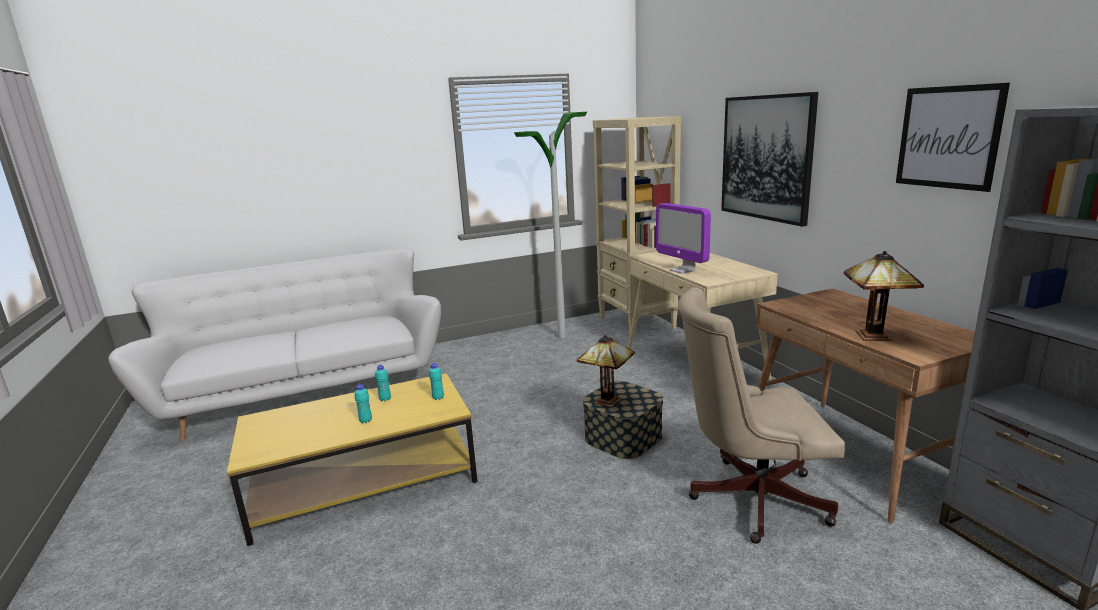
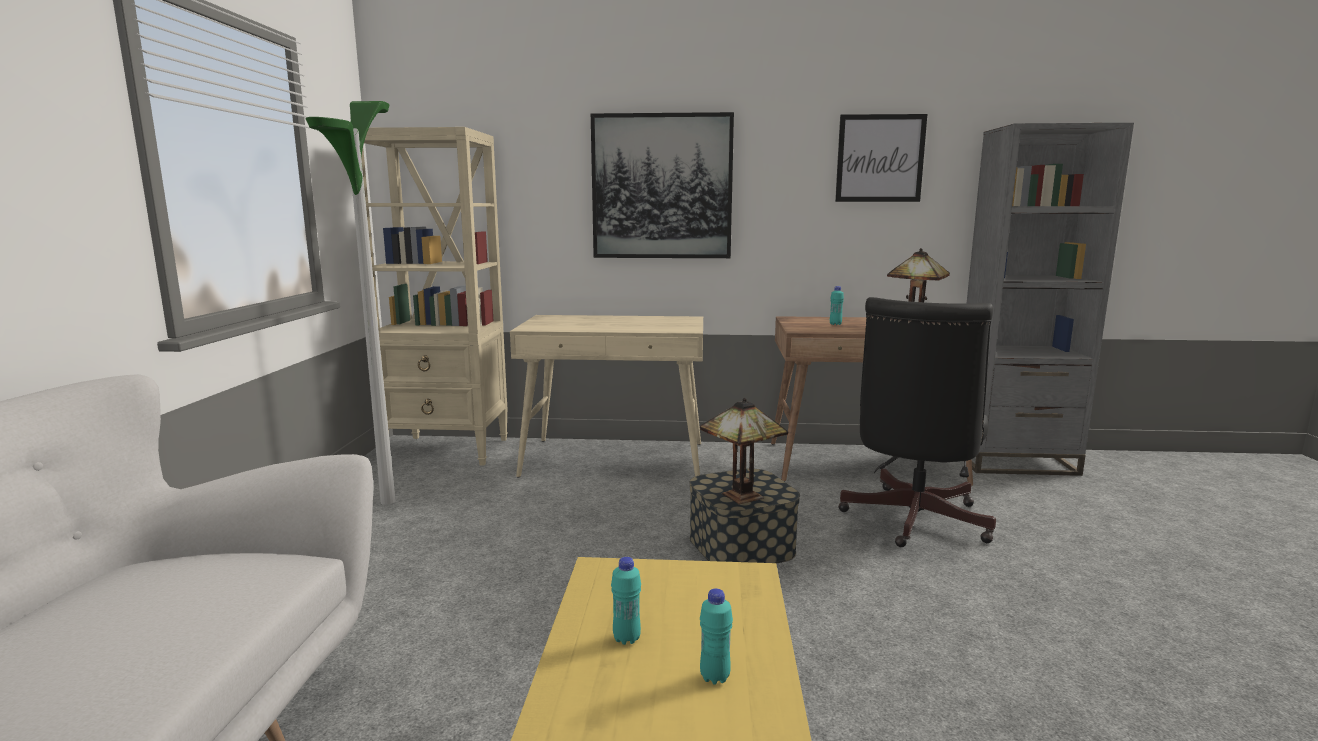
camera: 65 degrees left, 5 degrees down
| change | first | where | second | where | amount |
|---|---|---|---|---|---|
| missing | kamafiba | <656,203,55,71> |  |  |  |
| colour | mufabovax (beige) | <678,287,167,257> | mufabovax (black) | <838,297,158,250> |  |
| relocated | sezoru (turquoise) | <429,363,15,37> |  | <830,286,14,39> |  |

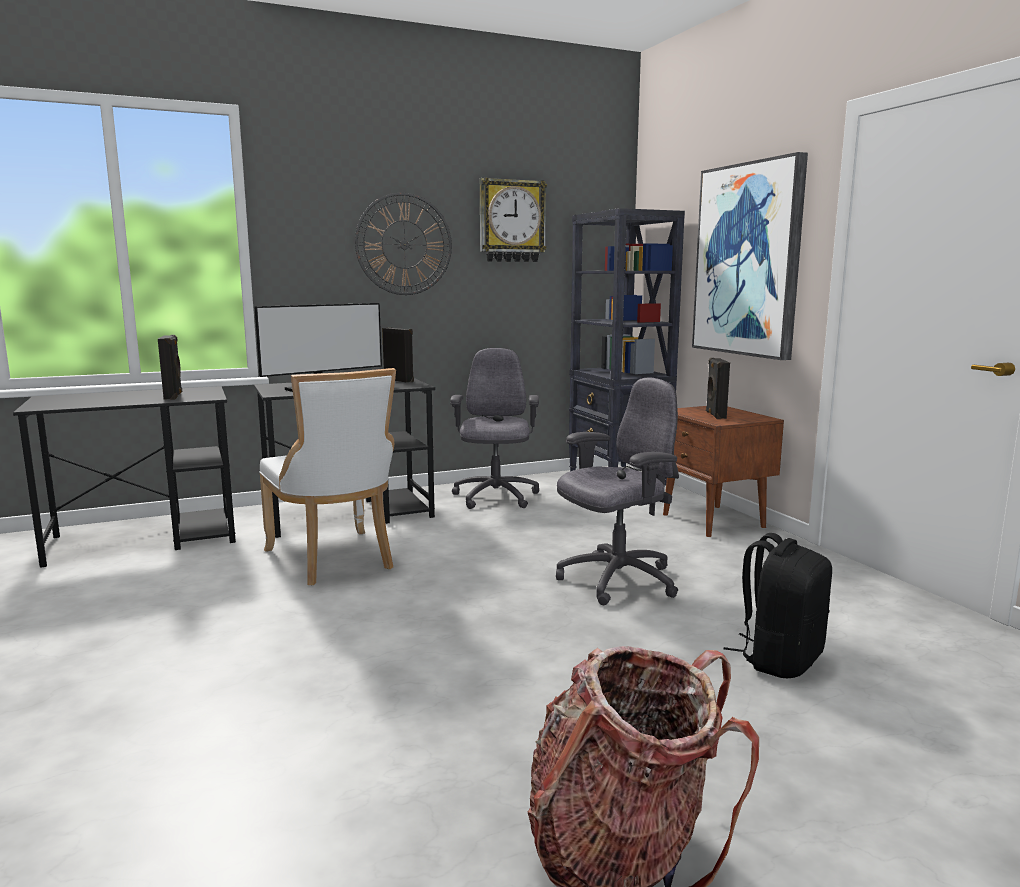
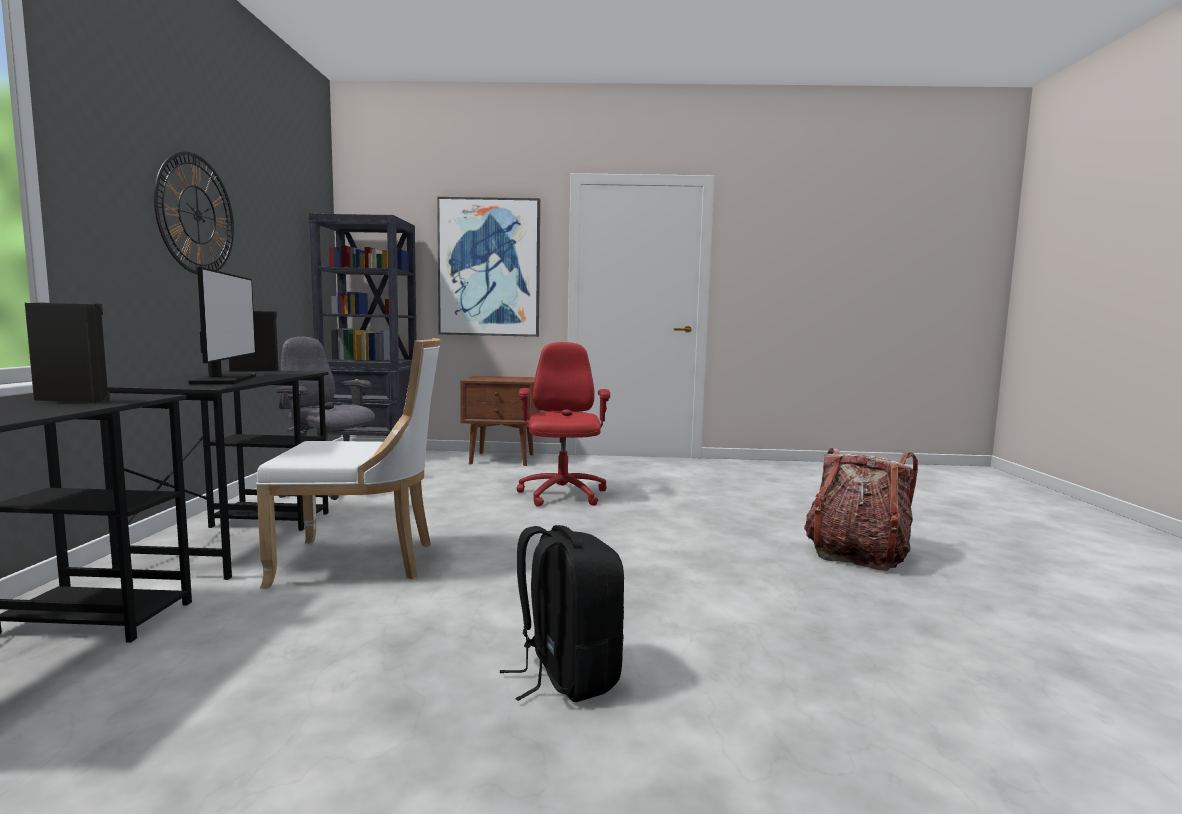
camera: 65 degrees left, 5 degrees down
| change | first | where | second | where | amount |
|---|---|---|---|---|---|
| missing | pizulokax | <480,178,67,84> |  |  |  |
| missing | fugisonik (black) | <706,358,24,61> |  |  |  |
| colour | mufabovax (grey) | <556,377,123,228> | mufabovax (red) | <517,342,93,165> |  |
| relocated | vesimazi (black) | <723,533,109,145> |  | <500,525,124,177> |  |

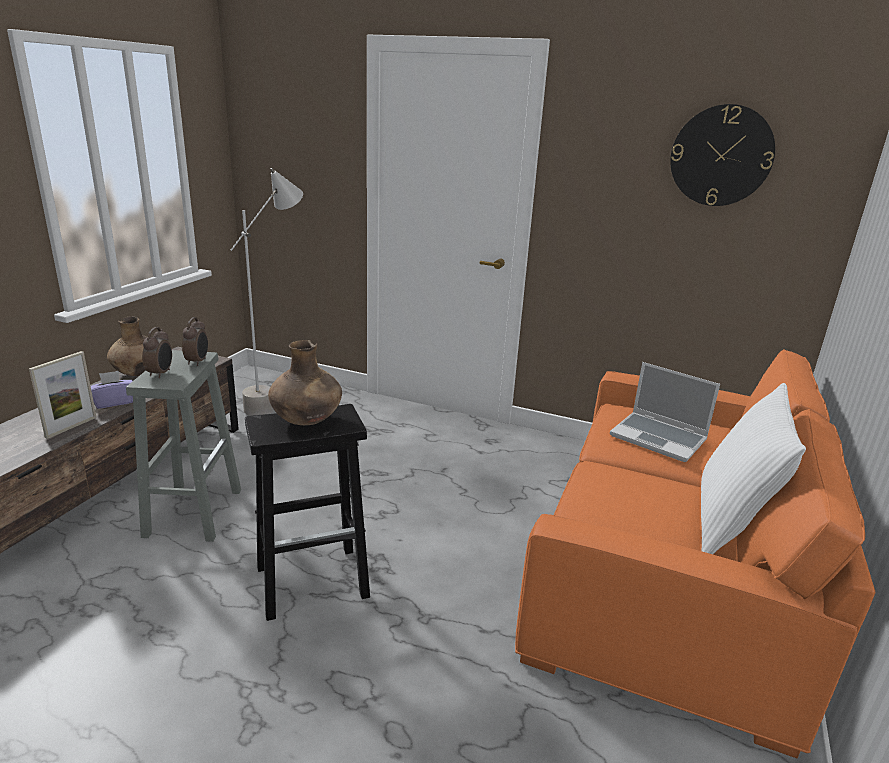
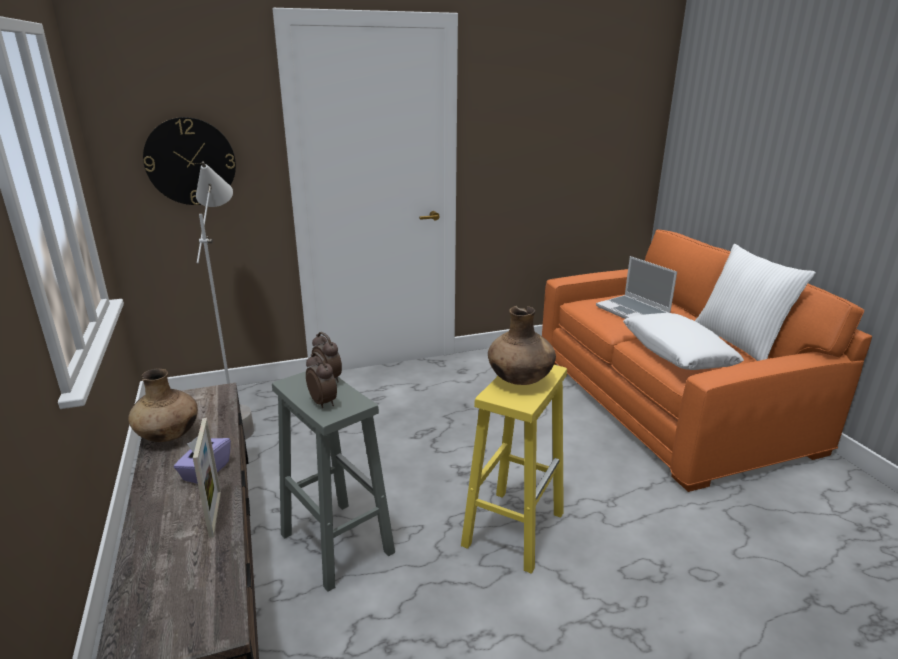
camera: 40 degrees left, 0 degrees up
| change | first | where | second | where | amount |
|---|---|---|---|---|---|
| relocated | pizulokax | <670,104,105,102> |  | <143,117,93,88> |  |
| spun | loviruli | <610,362,110,100> |  | <596,256,81,63> | 60 degrees clockwise |
| colour | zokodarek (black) | <245,404,125,217> | zokodarek (yellow) | <461,365,106,209> |  |
| appeared |  |  | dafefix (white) | <623,313,121,57> |  |

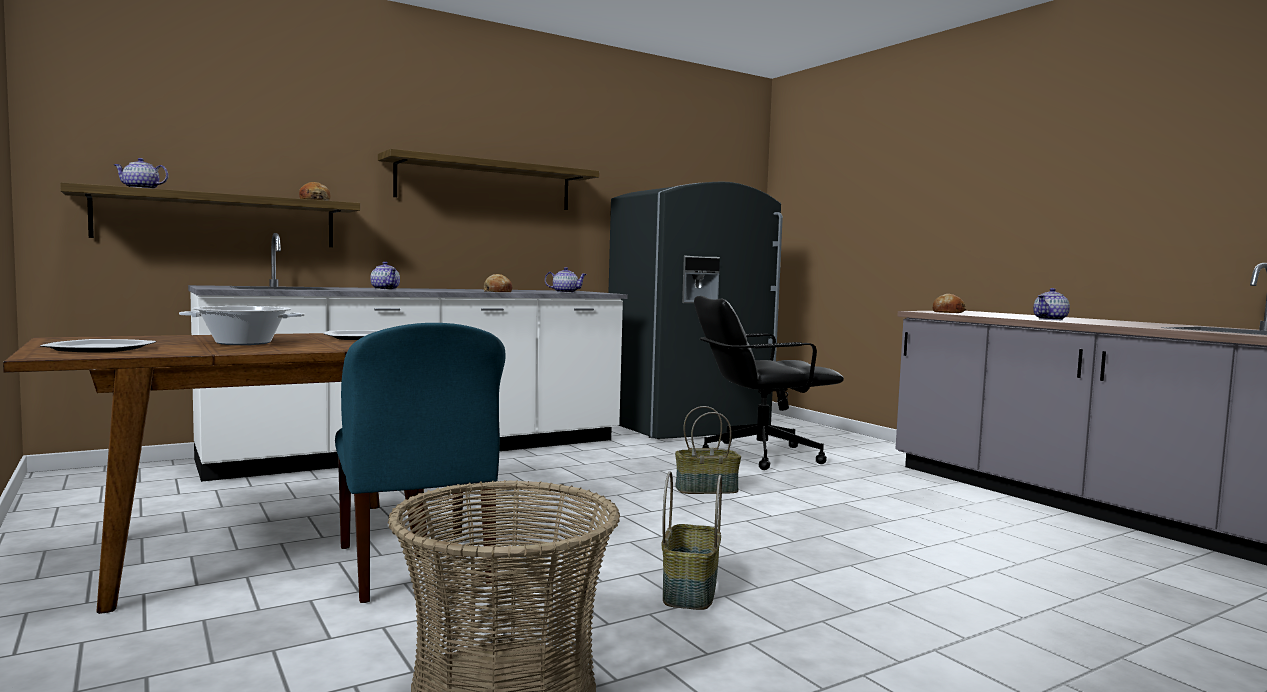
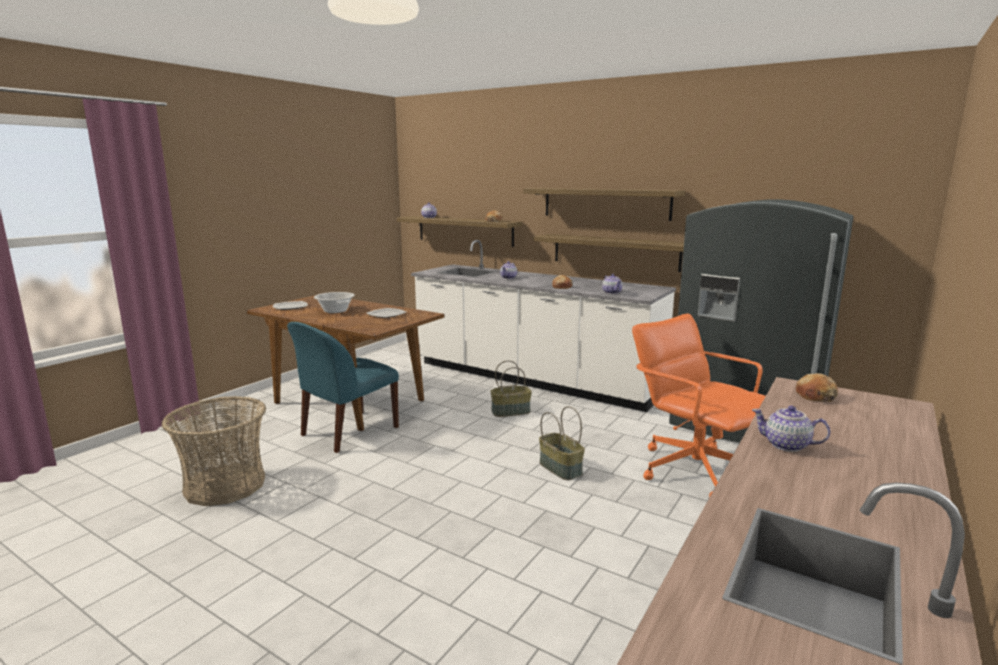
camera: 65 degrees right, 10 degrees up
| change | first | where | second | where | amount |
|---|---|---|---|---|---|
| colour | mufabovax (black) | <694,296,150,174> | mufabovax (orange) | <632,314,134,184> |  |
| relocated | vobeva | <662,471,60,139> |  | <491,360,41,57> |  |
| appeared |  |  | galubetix | <533,234,151,38> |  |

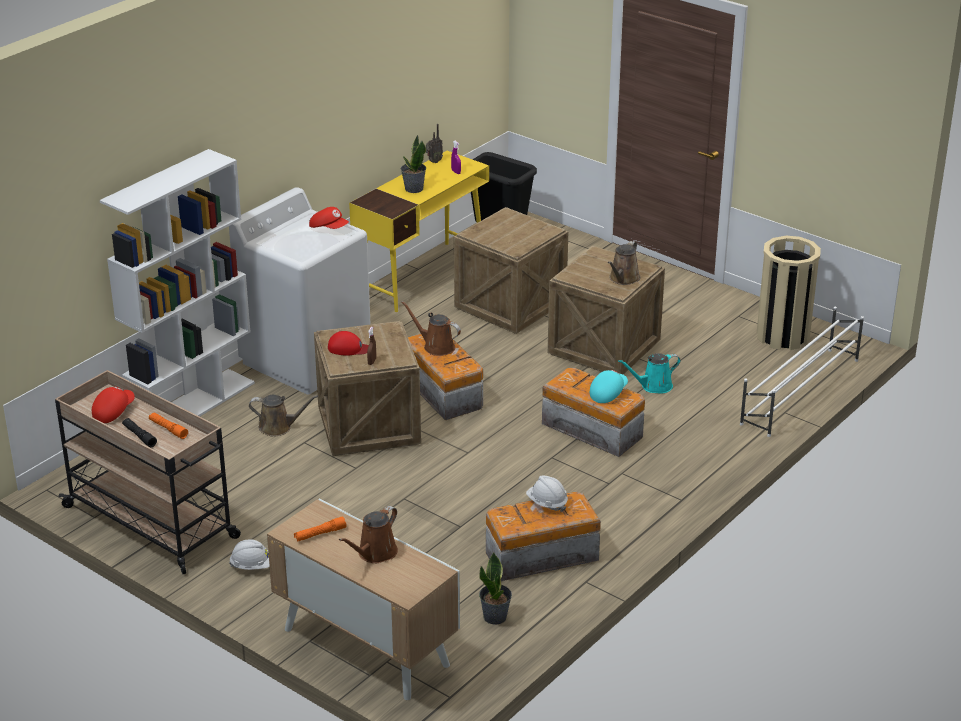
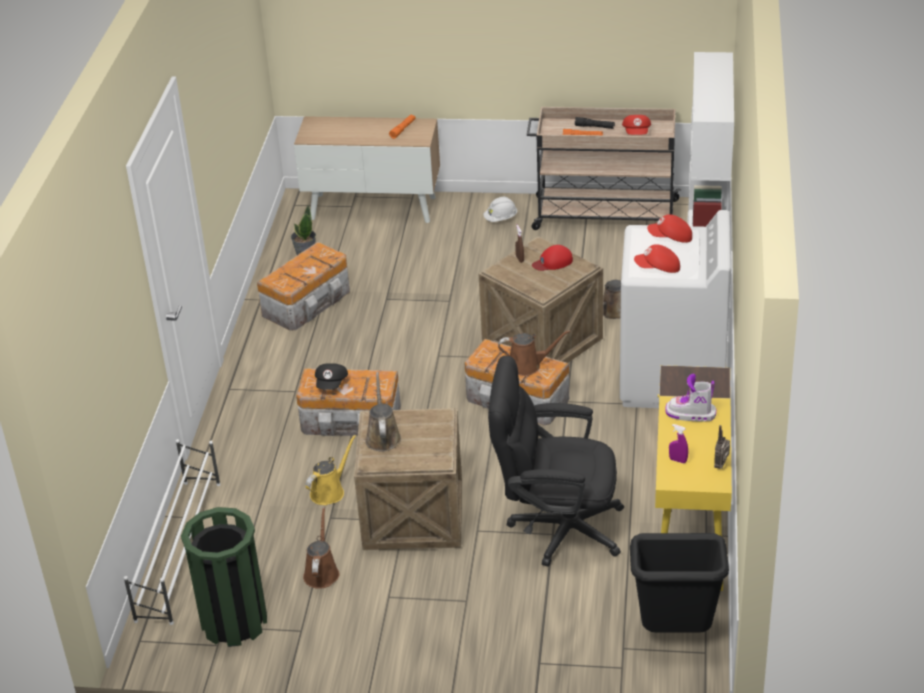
camera: 150 degrees right, 5 degrees up
| change | first | where | second | where | amount |
|---|---|---|---|---|---|
| exchanged | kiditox | <401,135,25,58> | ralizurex | <665,374,51,48> |  |
| exchanged | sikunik | <454,207,114,127> | mufabovax (black) | <488,356,136,211> |  |
| colour | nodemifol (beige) | <757,236,64,114> | nodemifol (green) | <181,507,86,140> |  |
| colour | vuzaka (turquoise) | <618,353,63,40> | vuzaka (yellow) | <305,435,51,70> |  |
| colour | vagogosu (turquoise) | <590,370,38,33> | vagogosu (black) | <315,363,33,27> |  |
| missing | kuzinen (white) | <526,476,42,36> |  |  |  |
| relocated | vuzaka (brown) | <339,506,59,57> |  | <303,507,36,82> |  |
| appeared |  |  | vagogosu (red) | <647,214,45,29> |  |

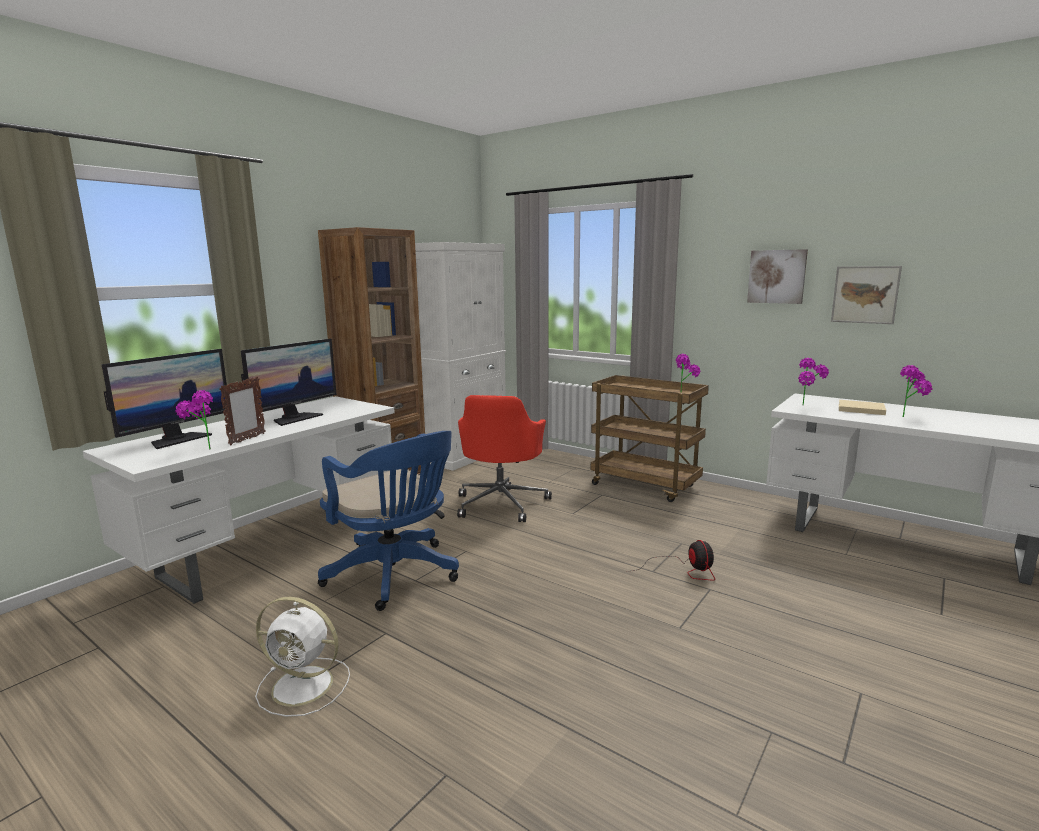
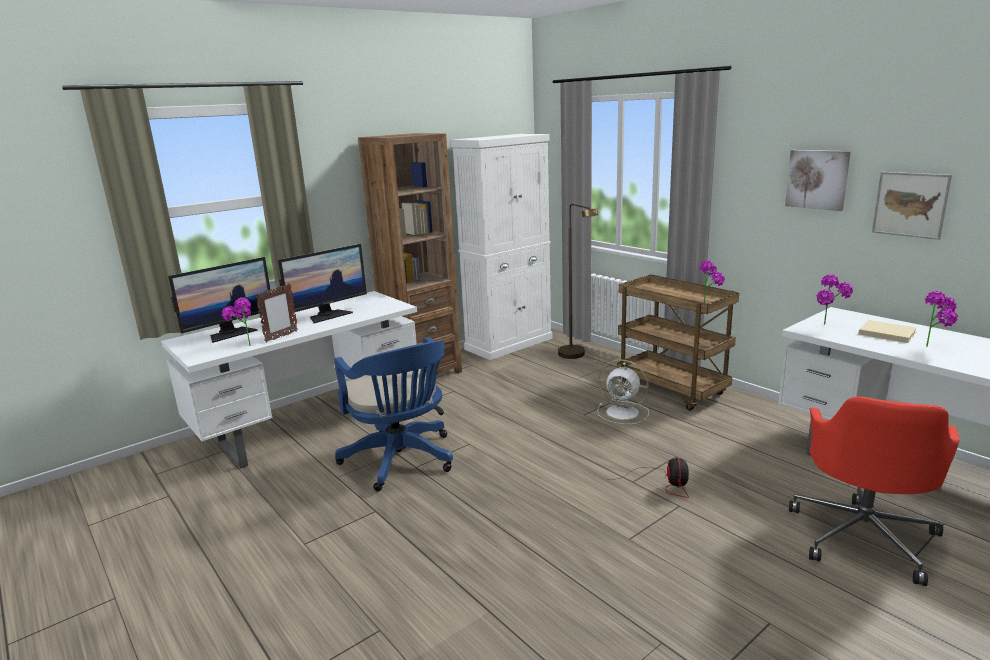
camera: 15 degrees right, 5 degrees up
| change | first | where | second | where | amount |
|---|---|---|---|---|---|
| relocated | mufabovax (red) | <457,395,95,127> |  | <789,396,171,190> |  |
| relocated | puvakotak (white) | <255,597,95,120> |  | <597,359,52,65> |  |
| appeared |  |  | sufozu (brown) | <558,204,40,155> |  |

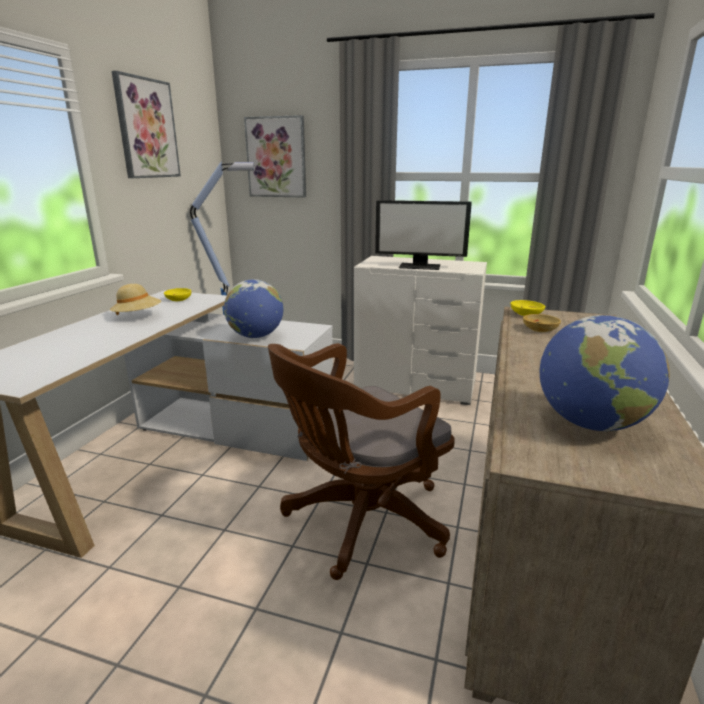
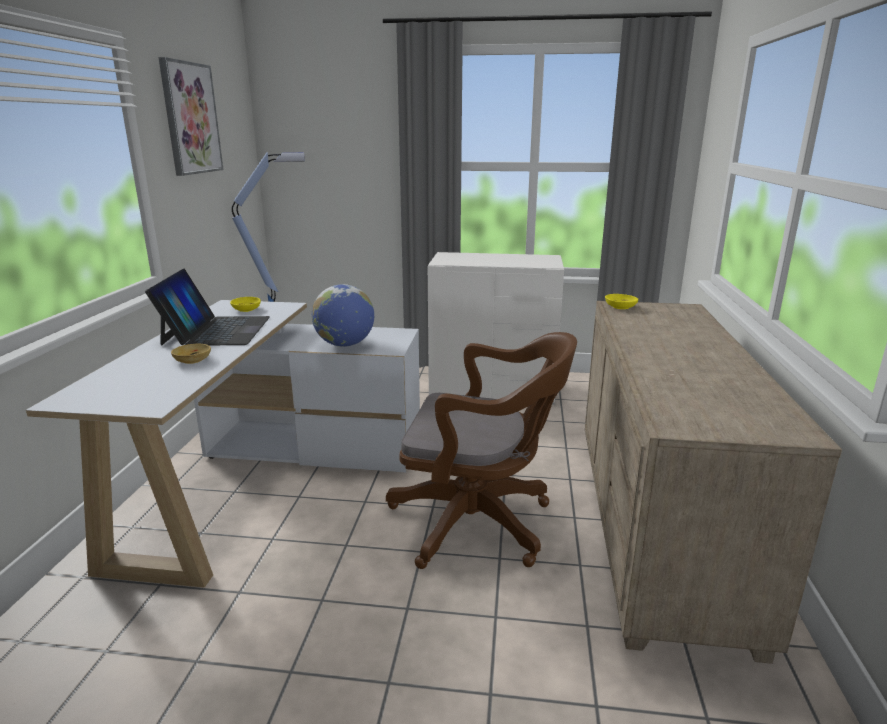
camera: 10 degrees left, 0 degrees up
| change | first | where | second | where | amount |
|---|---|---|---|---|---|
| missing | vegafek | <244,115,62,83> |  |  |  |
| missing | kamafiba | <375,200,97,70> |  |  |  |
| exchanged | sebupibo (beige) | <110,284,51,31> | loviruli | <145,268,125,77> |  |
| relocated | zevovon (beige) | <523,314,38,18> |  | <171,344,40,20> |  |
| missing | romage | <540,315,130,117> |  |  |  |
| spun | mufabovax (brown) | <268,343,187,237> |  | <386,332,191,237> | 120 degrees counterclockwise |

